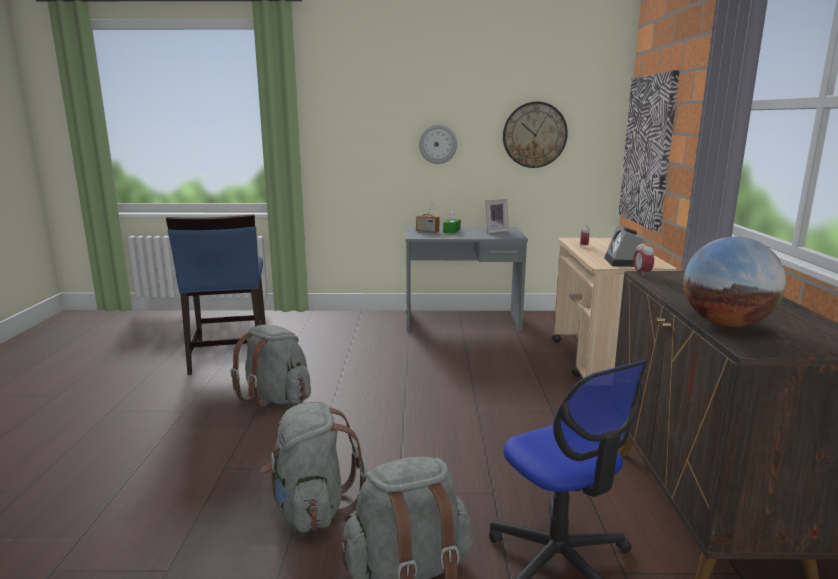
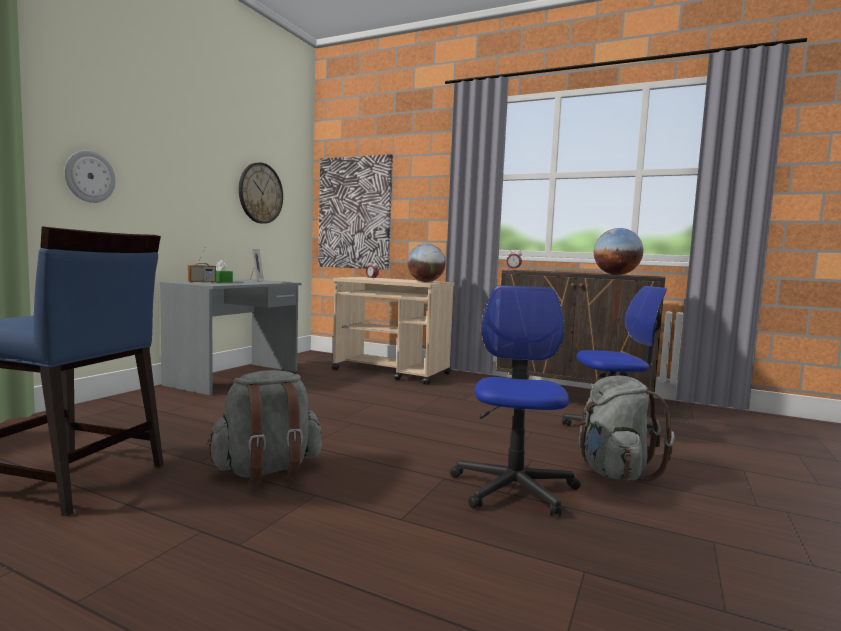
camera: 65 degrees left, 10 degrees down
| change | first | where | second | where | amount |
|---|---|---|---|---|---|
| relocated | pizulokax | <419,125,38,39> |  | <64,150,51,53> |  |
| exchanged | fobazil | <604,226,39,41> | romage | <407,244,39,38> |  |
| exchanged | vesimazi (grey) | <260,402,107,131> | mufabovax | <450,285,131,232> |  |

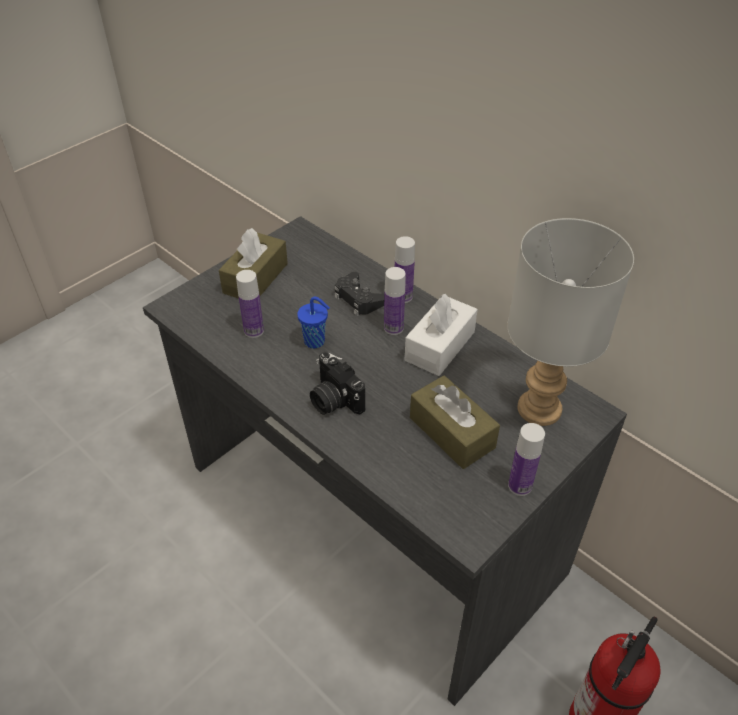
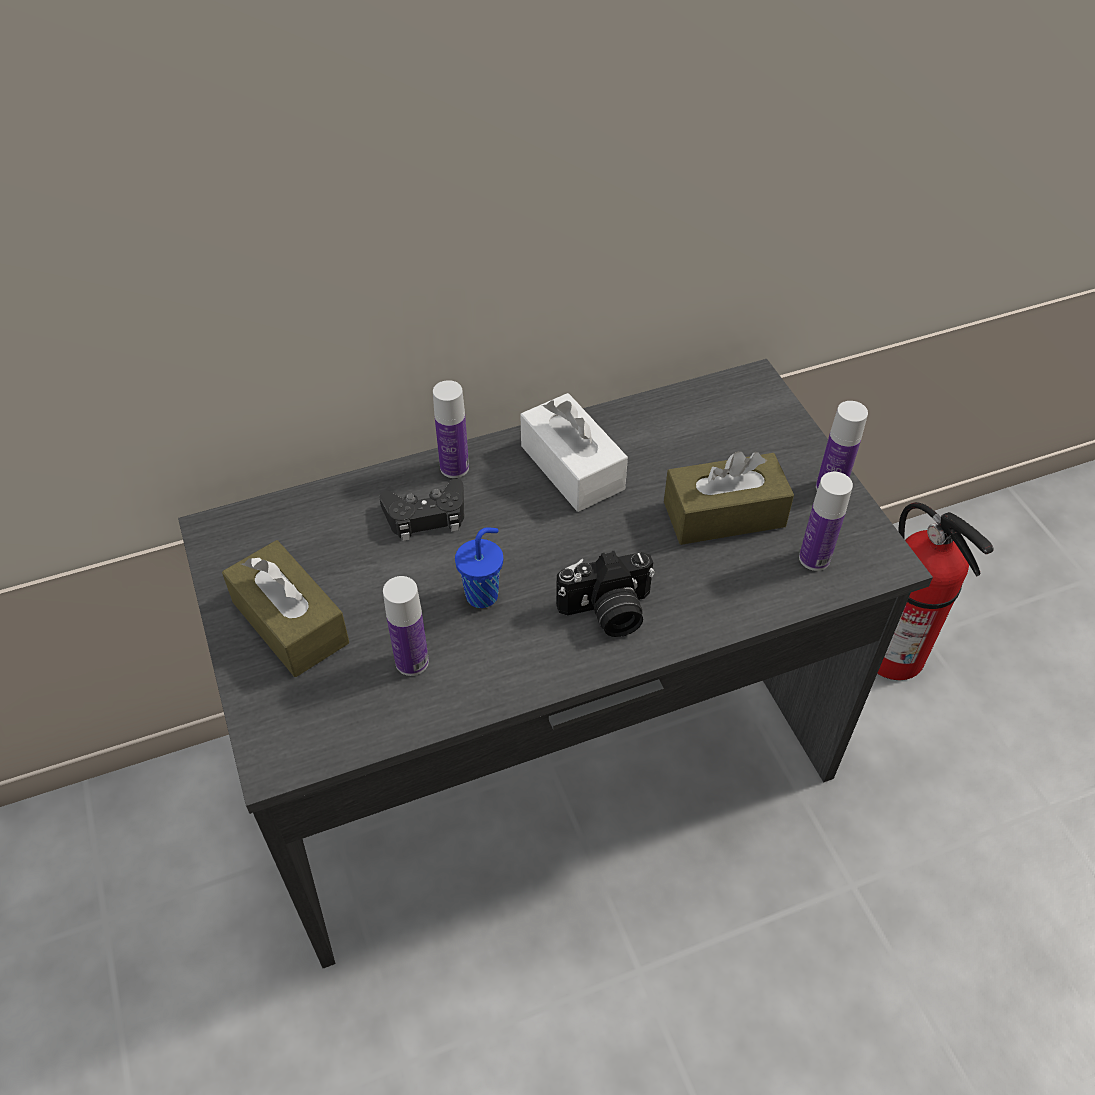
camera: 65 degrees left, 5 degrees up
| change | first | where | second | where | amount |
|---|---|---|---|---|---|
| missing | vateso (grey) | <507,218,127,208> |  |  |  |
| relocated | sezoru | <384,267,21,68> |  | <799,472,54,99> |  |

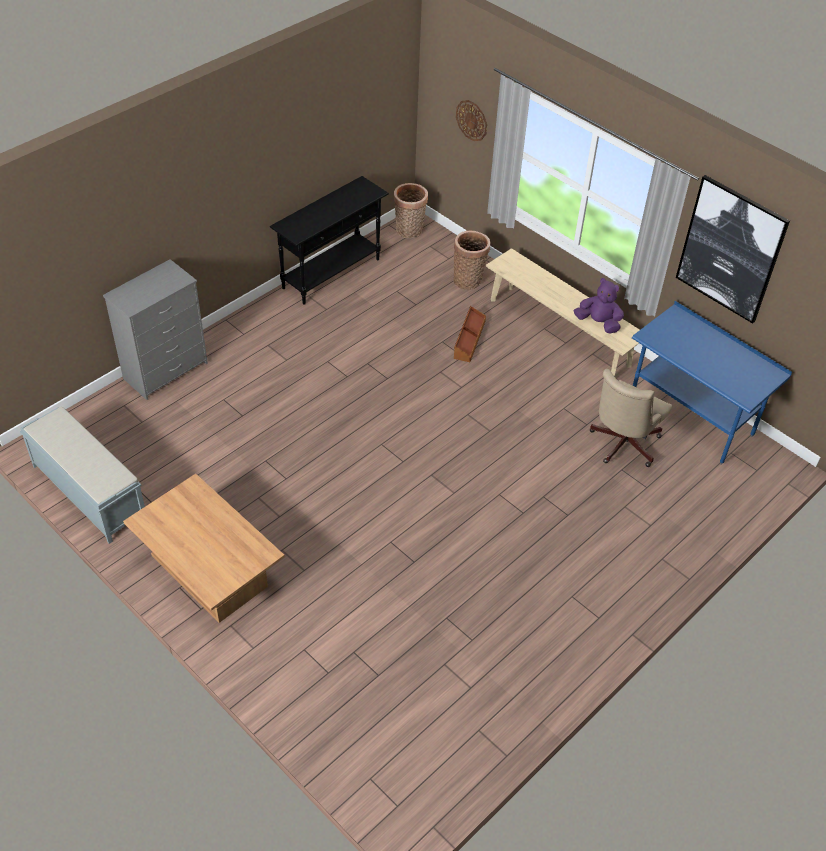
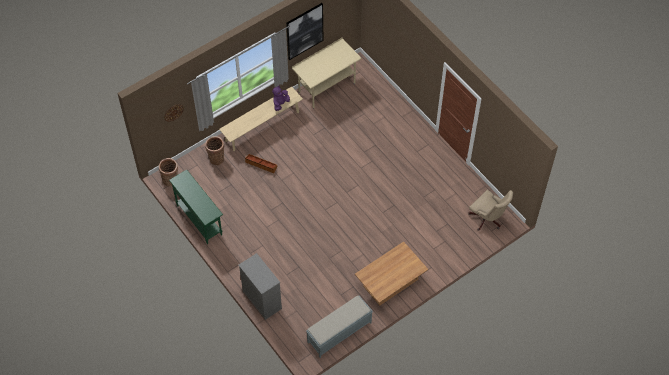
camera: 80 degrees left, 10 degrees up
| change | first | where | second | where | amount |
|---|---|---|---|---|---|
| colour | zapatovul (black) | <270,176,119,129> | zapatovul (green) | <169,170,54,74> |  |
| colour | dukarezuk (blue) | <632,301,160,164> | dukarezuk (beige) | <292,37,70,72> |  |
| relocated | mufabovax (beige) | <590,369,82,98> |  | <468,190,45,41> |  |

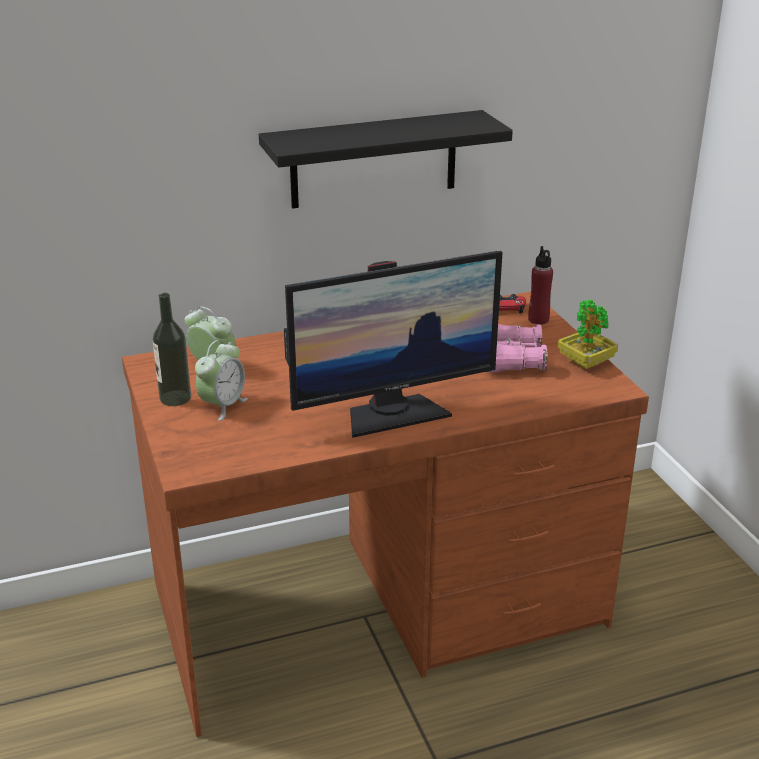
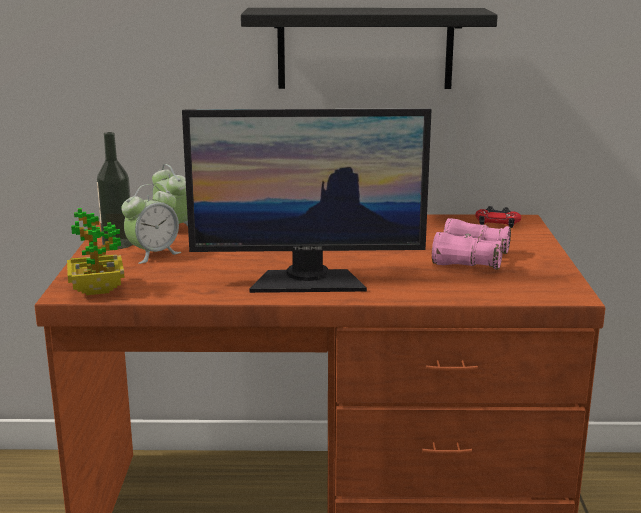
camera: 20 degrees right, 10 degrees down
| change | first | where | second | where | amount |
|---|---|---|---|---|---|
| missing | sezoru (red) | <528,246,25,79> |  |  |  |
| relocated | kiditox | <558,299,60,70> |  | <67,208,58,87> |  |

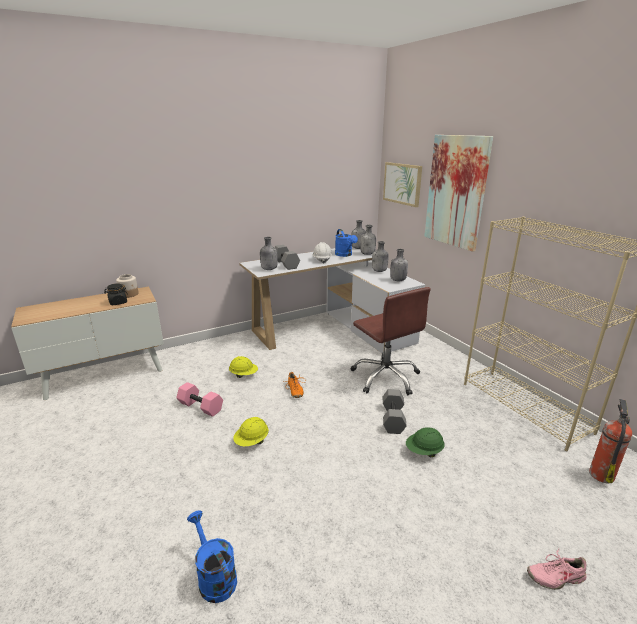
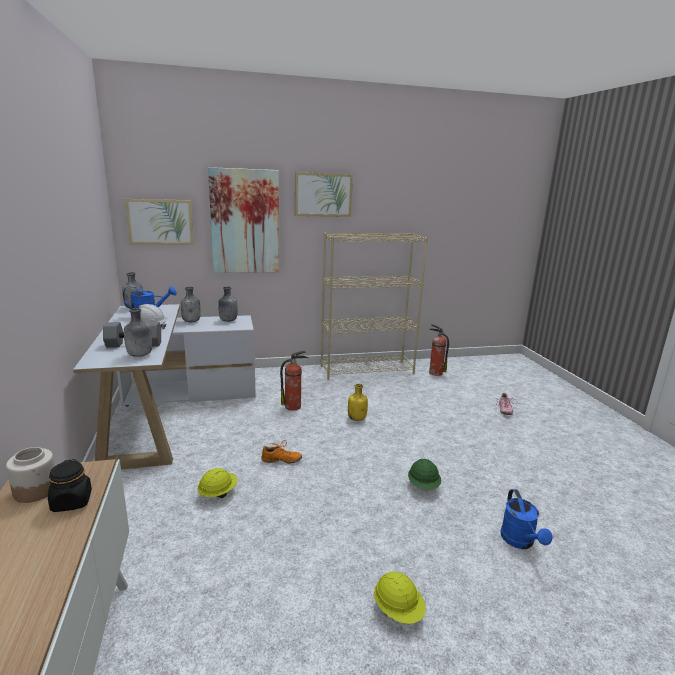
camera: 75 degrees left, 5 degrees down
| change | first | where | second | where | amount |
|---|---|---|---|---|---|
| missing | sezoru (grey) | <360,225,16,30> |  |  |  |
| exchanged | mufabovax (brown) | <350,287,81,108> | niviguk | <280,351,28,60> |  |
| missing | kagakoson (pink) | <176,382,47,35> |  |  |  |
| exchanged | kagakoson (grey) | <383,389,24,45> | sezoru (yellow) | <348,384,20,37> |  |
| relocated | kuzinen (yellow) | <233,417,36,29> |  | <374,571,52,53> |  |
| relocated | kuzinen (green) | <406,427,39,30> |  | <408,459,33,31> |  |
| spun | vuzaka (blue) | <187,510,50,93> |  | <501,489,51,60> | 75 degrees counterclockwise |
| appeared |  |  | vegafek | <295,172,58,45> |  |

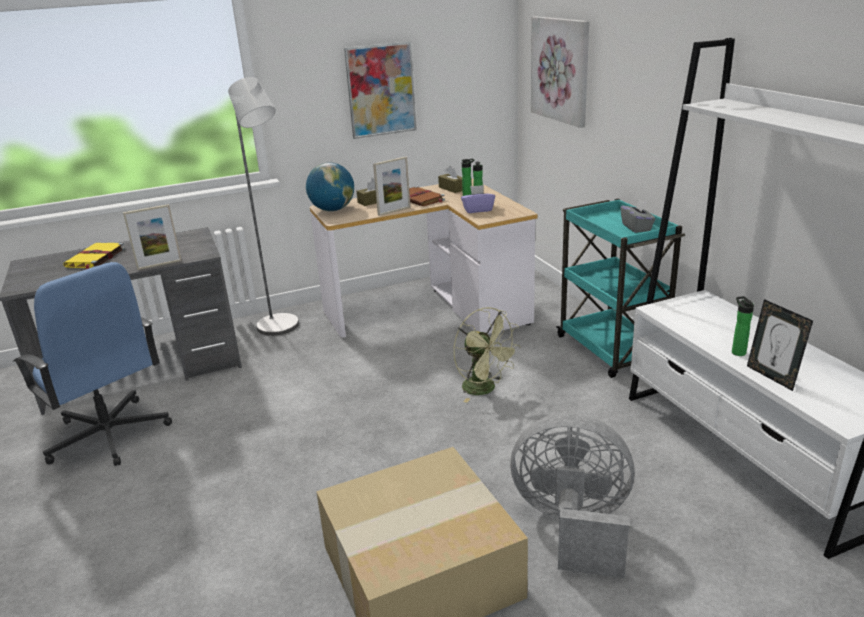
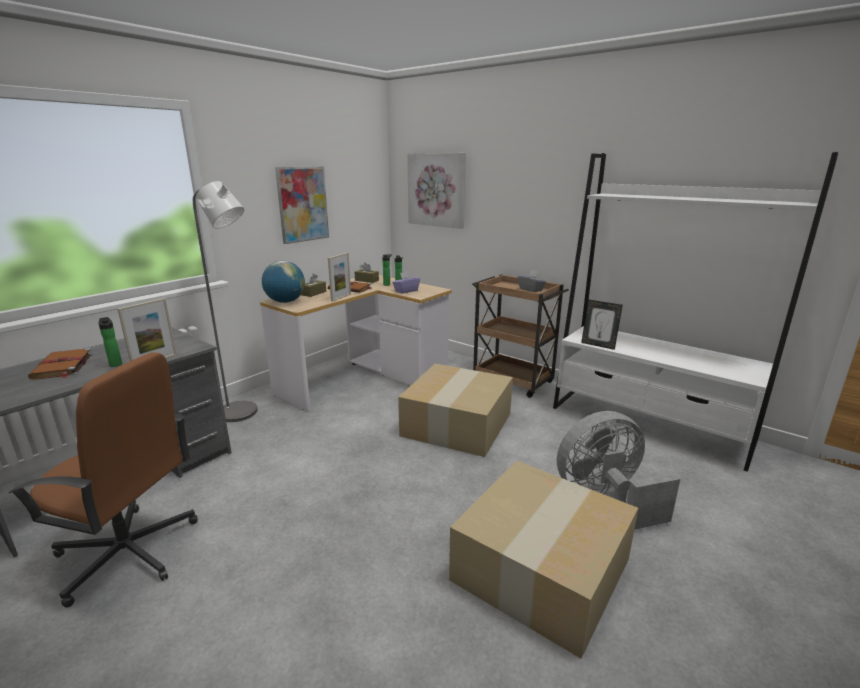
camera: 30 degrees left, 5 degrees down
| change | first | where | second | where | amount |
|---|---|---|---|---|---|
| colour | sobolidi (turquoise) | <556,199,129,179> | sobolidi (brown) | <472,274,97,124> |  |
| colour | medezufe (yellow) | <63,243,62,27> | medezufe (brown) | <28,348,65,32> |  |
| colour | mufabovax (blue) | <13,262,159,204> | mufabovax (brown) | <9,352,189,256> |  |
| relocated | sezoru | <732,296,22,60> |  | <98,317,24,50> |  |
| relocated | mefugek | <747,299,66,92> |  | <581,299,42,51> |  |
| exchanged | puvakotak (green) | <454,307,67,96> | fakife | <398,364,115,93> |  |

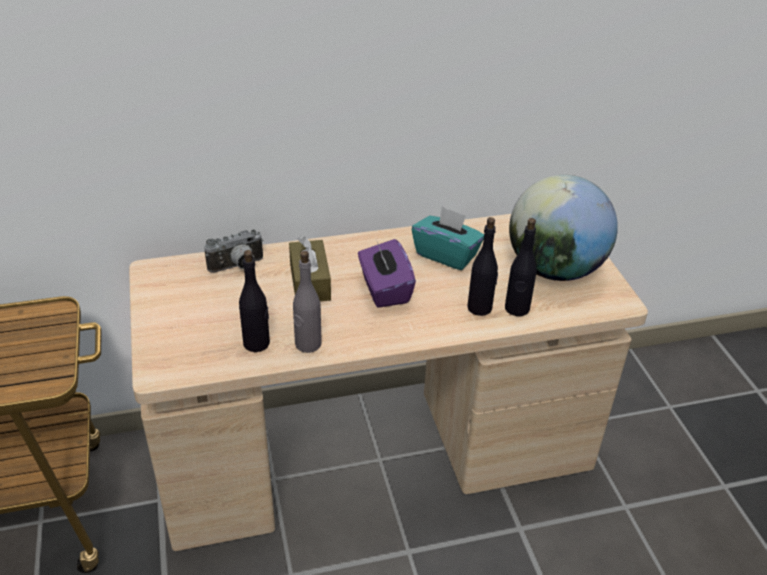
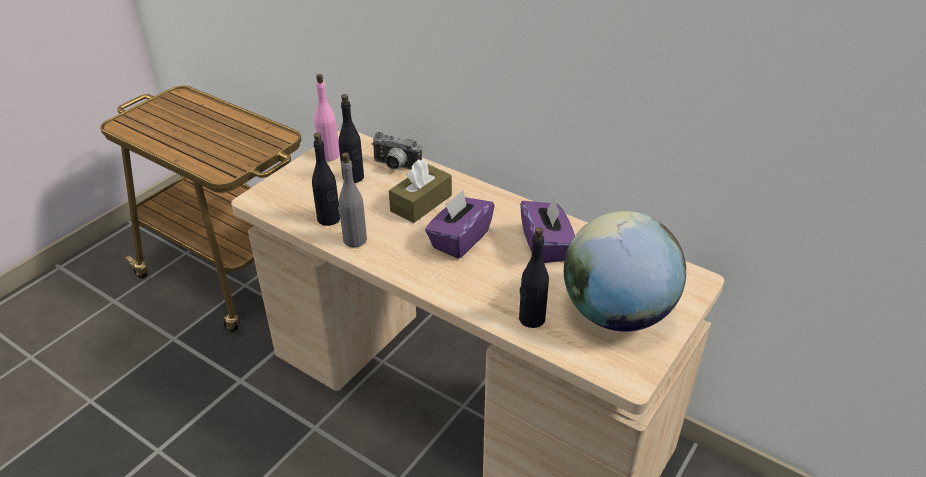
camera: 50 degrees right, 0 degrees up
| change | first | where | second | where | amount |
|---|---|---|---|---|---|
| colour | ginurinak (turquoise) | <412,206,72,64> | ginurinak (purple) | <520,197,55,66> |  |
| relocated | sezoru (black) | <467,217,31,99> |  | <339,94,25,89> |  |
| appeared |  |  | sezoru (pink) | <314,74,26,87> |  |

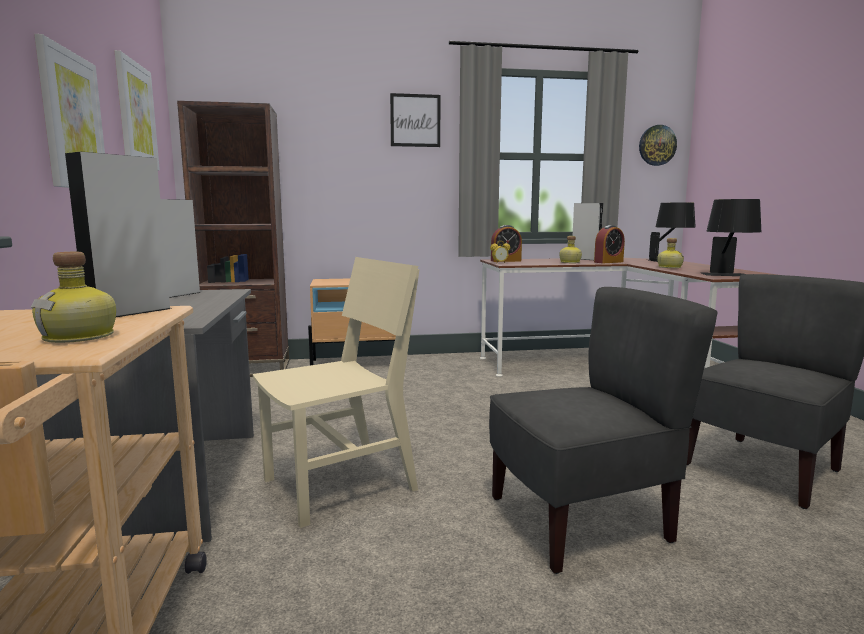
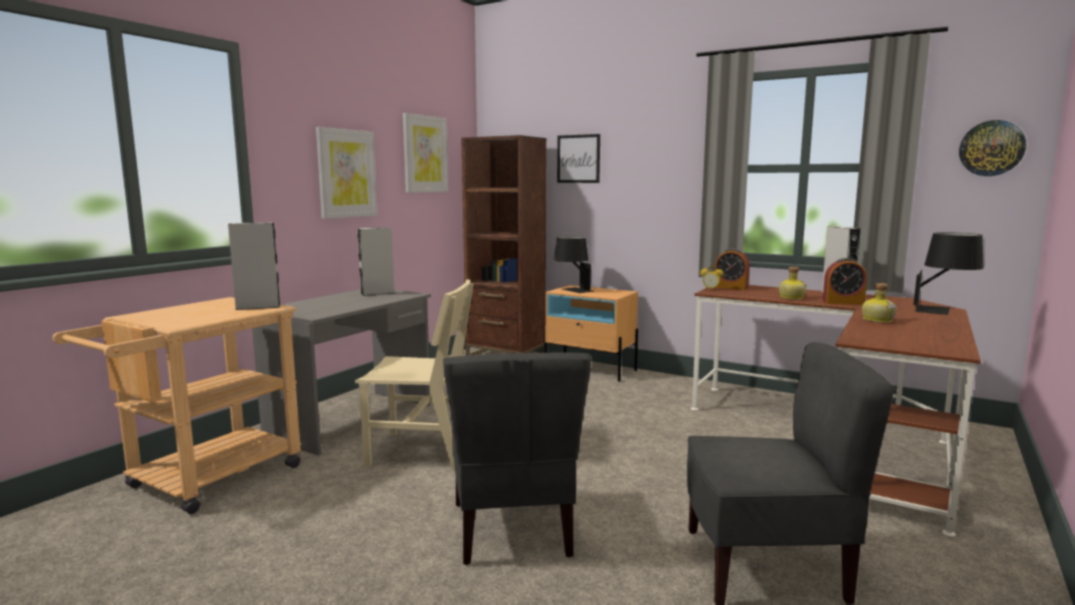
camera: 40 degrees right, 0 degrees up
| change | first | where | second | where | amount |
|---|---|---|---|---|---|
| relocated | vegafek | <390,93,50,54> |  | <557,134,43,49> |  |
| relocated | vateso (black) | <700,199,61,77> |  | <554,236,39,57> |  |
| missing | sezoru | <31,252,85,91> |  |  |  |
| spun | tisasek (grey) | <489,287,229,287> |  | <443,352,148,213> | 60 degrees clockwise |

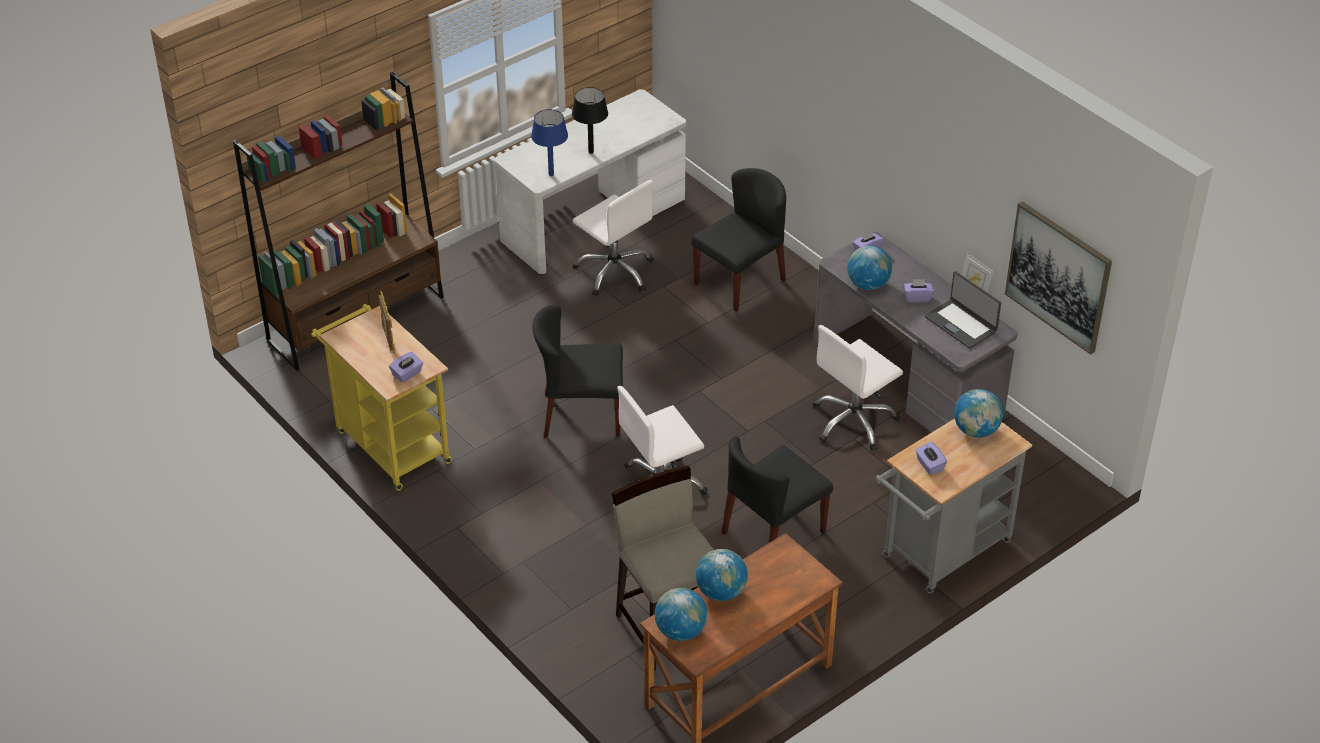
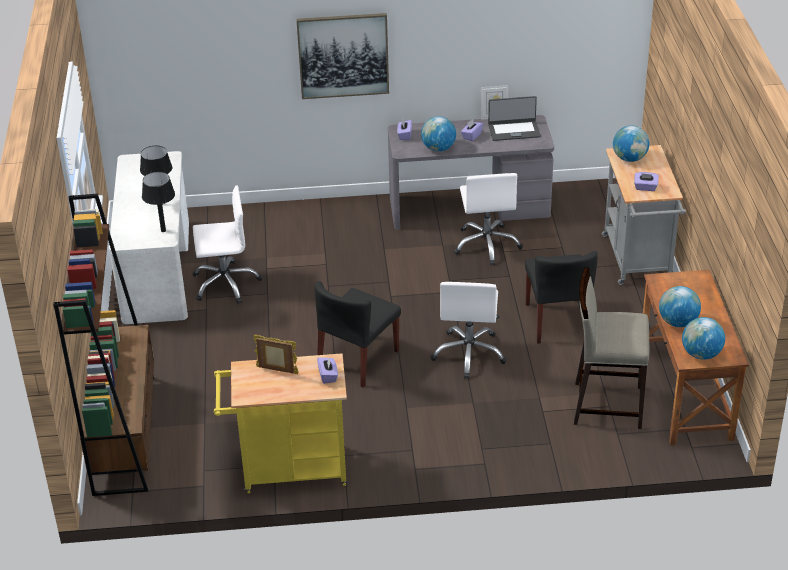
camera: 55 degrees left, 5 degrees down
| change | first | where | second | where | amount |
|---|---|---|---|---|---|
| colour | vateso (blue) | <531,109,37,67> | vateso (black) | <142,172,33,60> |  |
| missing | tisasek (black) | <691,168,95,144> |  |  |  |
| relocated | vegafek | <1005,201,107,154> |  | <296,13,93,86> |  |

